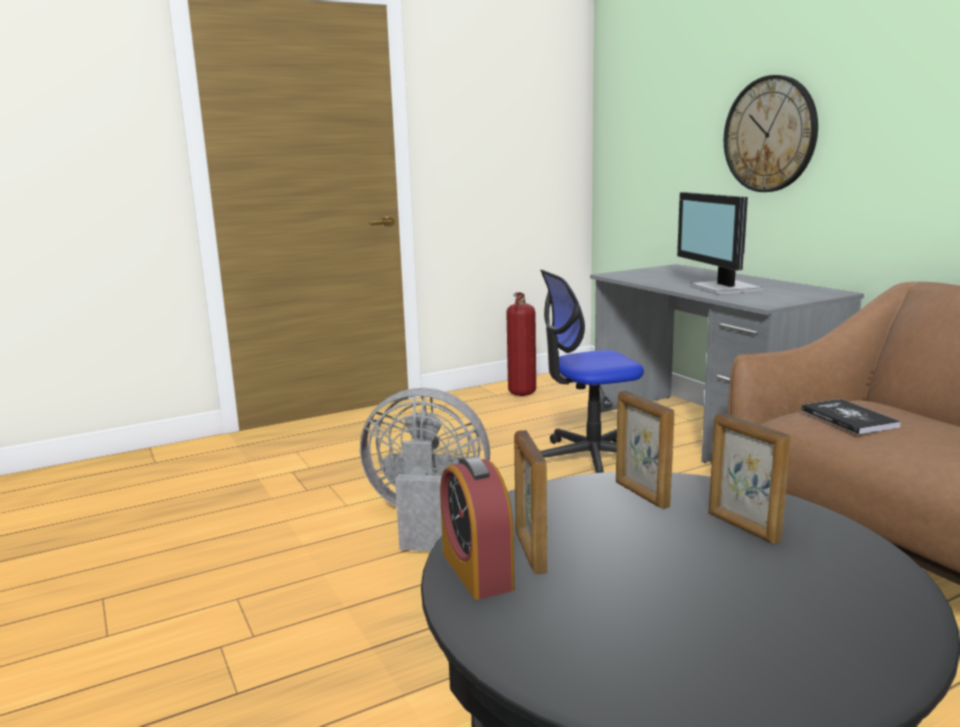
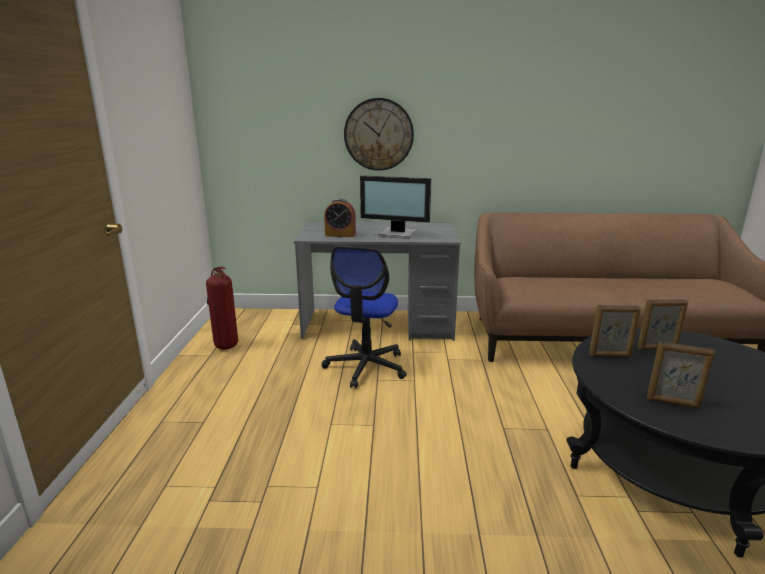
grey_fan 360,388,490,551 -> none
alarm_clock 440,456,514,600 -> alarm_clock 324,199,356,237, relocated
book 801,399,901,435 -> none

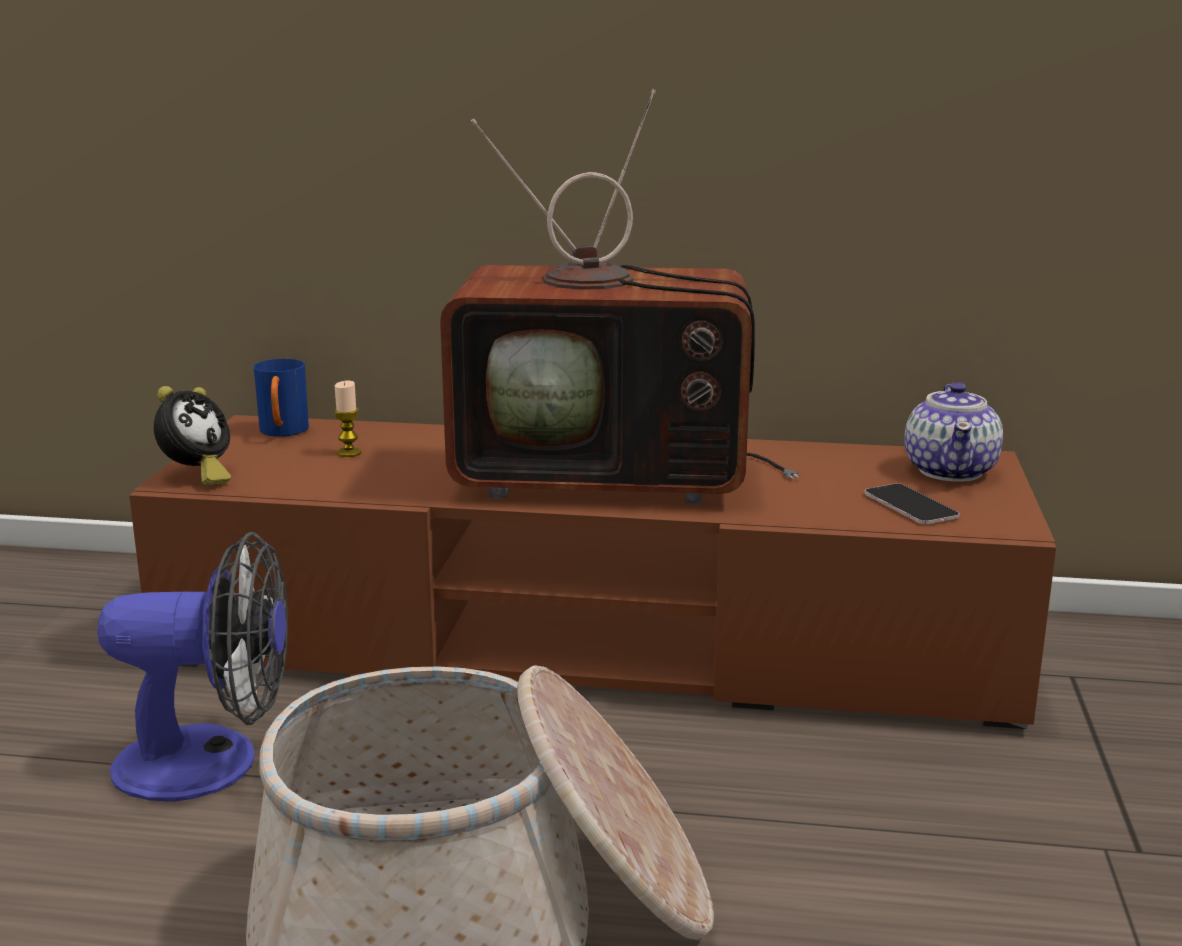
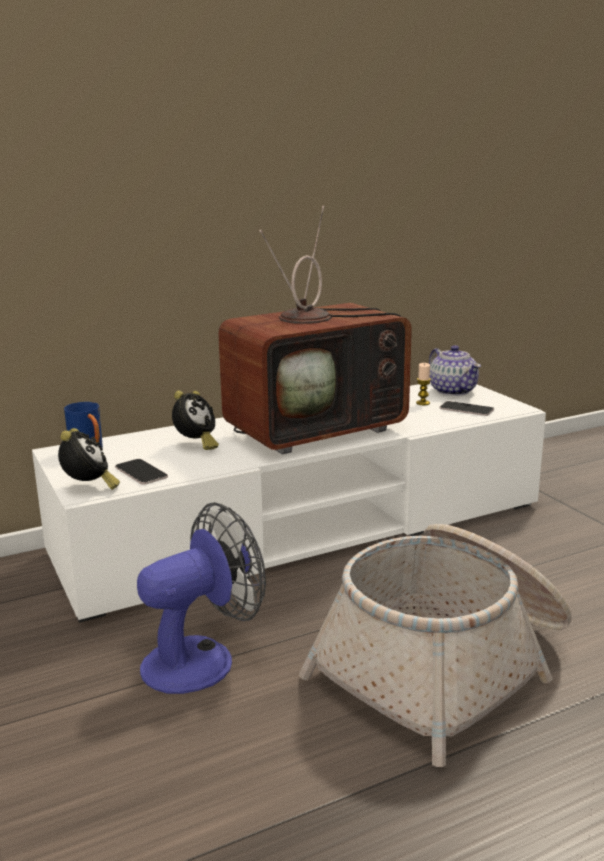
brown_tv_stand 129,415,1056,729 -> white_tv_stand 32,382,546,623
candle 334,381,361,457 -> candle 416,363,431,405, relocated
none -> phone 115,459,168,485
none -> alarm_clock 172,391,219,450

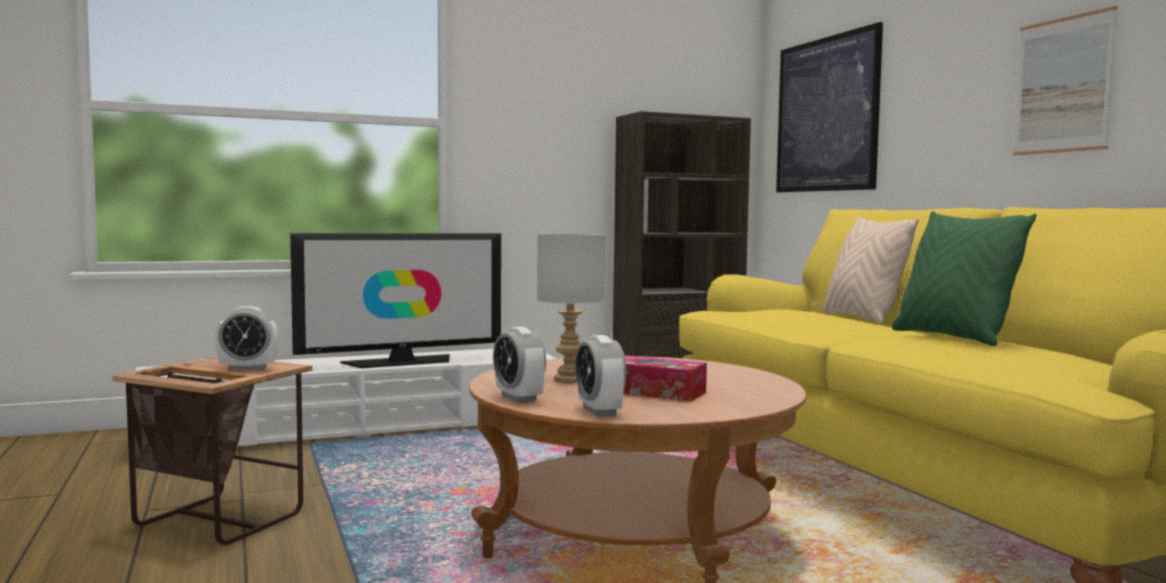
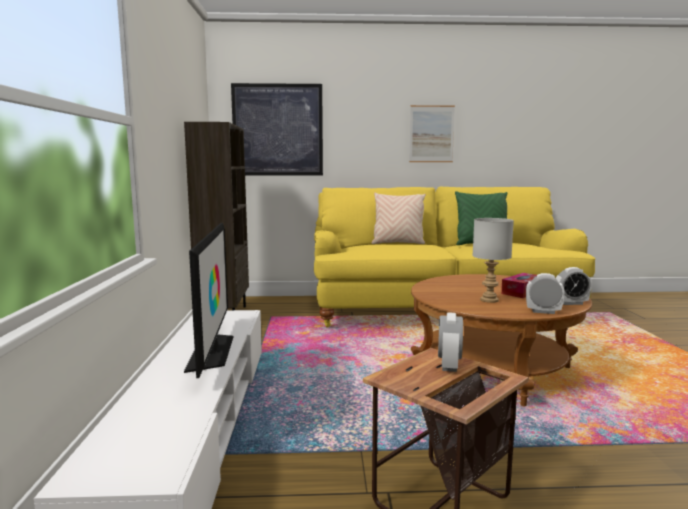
alarm_clock 493,327,546,403 -> alarm_clock 526,273,565,314, 150 degrees counterclockwise

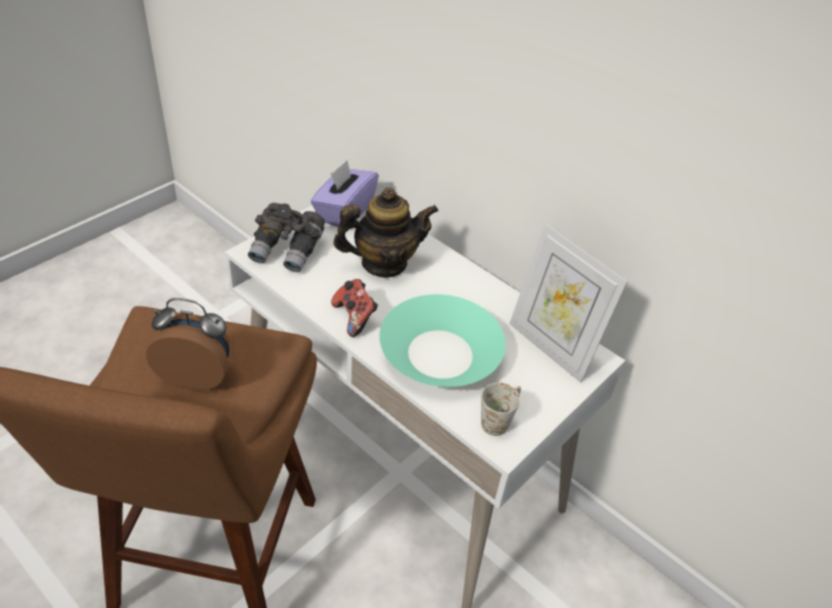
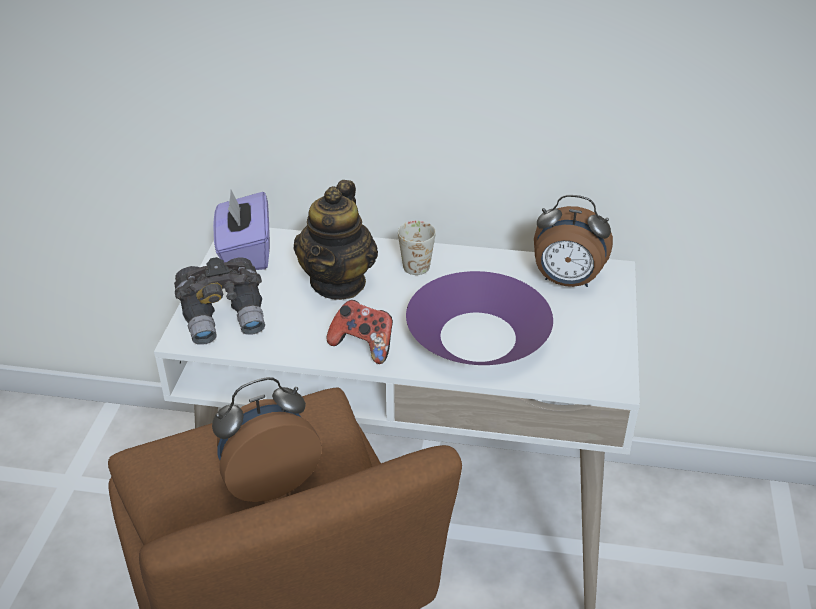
teapot 333,188,438,278 -> teapot 293,180,378,300, 150 degrees clockwise
turquoise_bowl 379,294,506,387 -> purple_bowl 406,271,553,365
white_mug 481,383,521,436 -> white_mug 398,221,436,275, relocated
picture_frame 509,224,627,383 -> alarm_clock 534,195,613,287

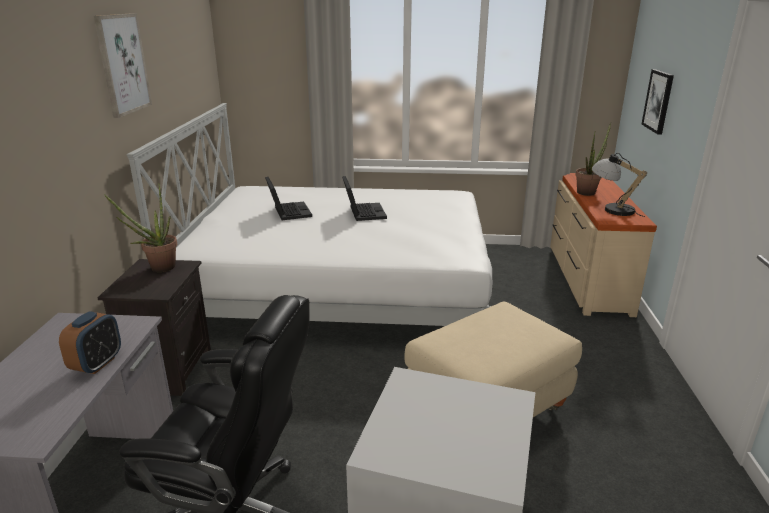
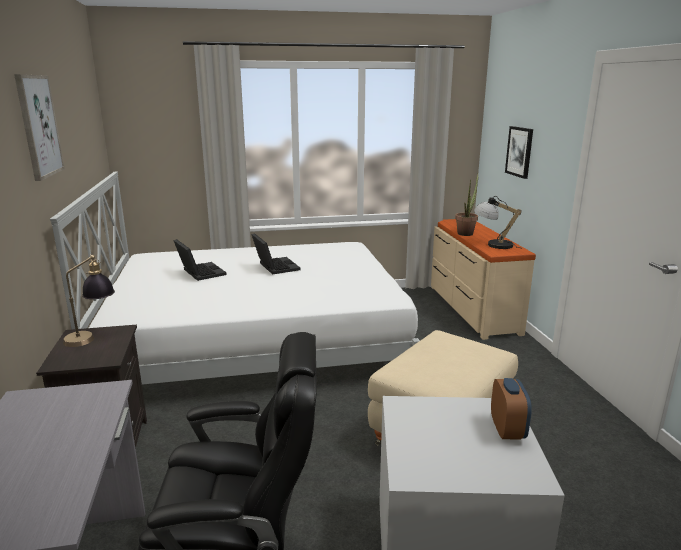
alarm_clock 59,311,121,374 -> alarm_clock 491,378,532,439, relocated
potted_plant 104,183,177,272 -> table_lamp 63,255,115,347

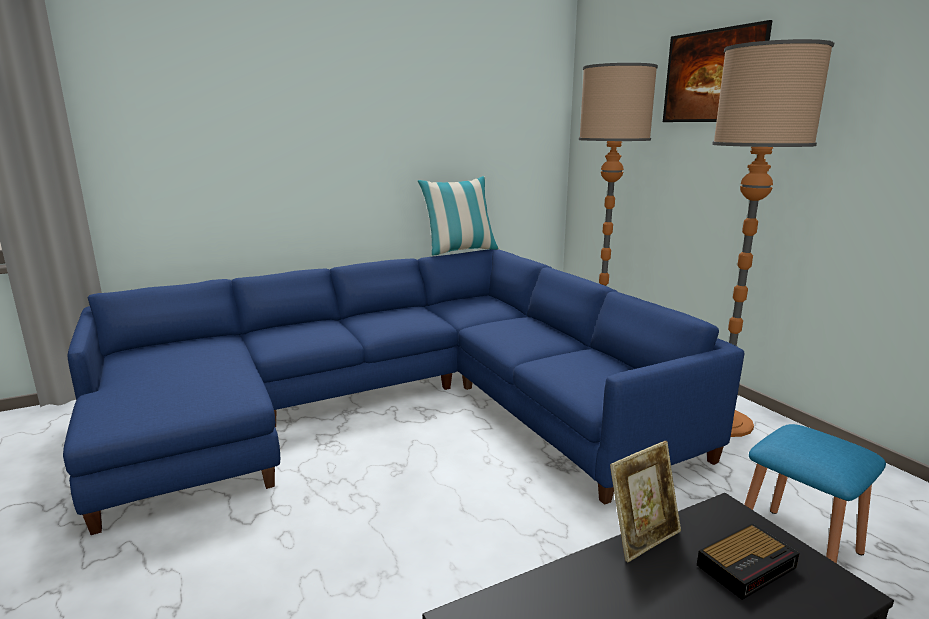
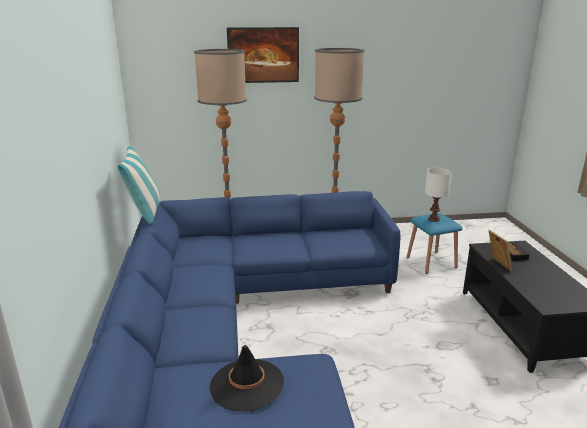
none -> black_hat 209,345,284,411
none -> white_table_lamp 425,168,452,222

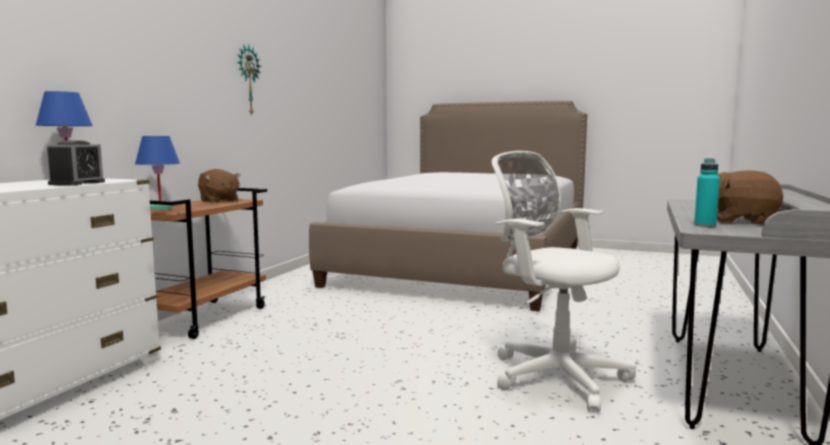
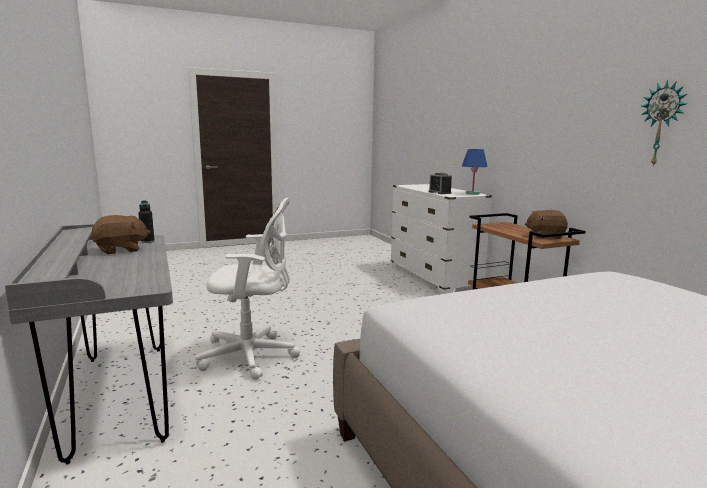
blue_table_lamp 135,136,180,210 -> none
turquoise_bottle 694,158,720,227 -> black_bottle 138,200,155,243

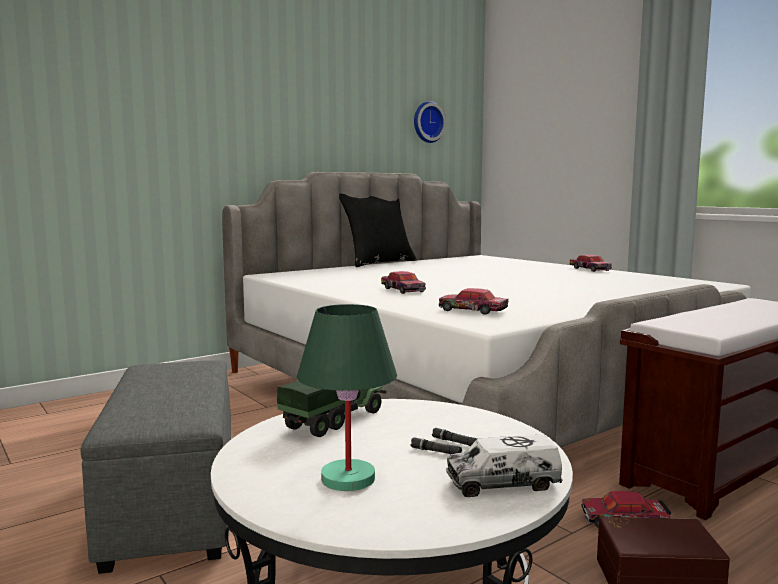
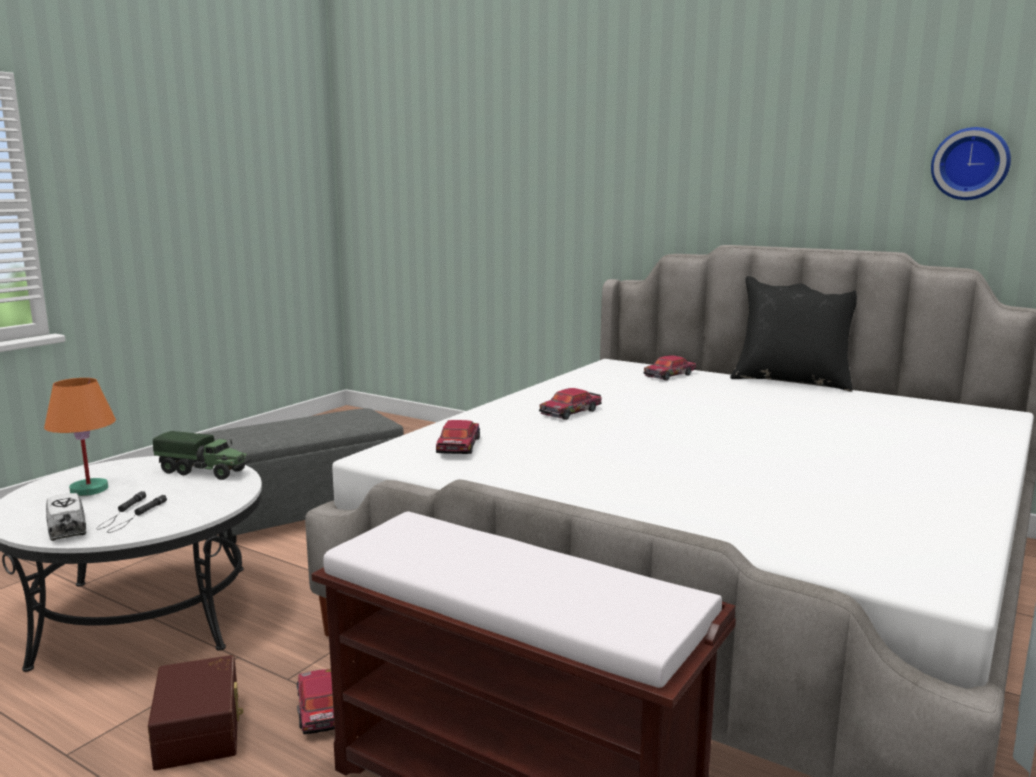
green_table_lamp 297,304,397,491 -> orange_table_lamp 44,378,116,496
toy_car 570,255,612,272 -> toy_car 643,355,696,381, relocated

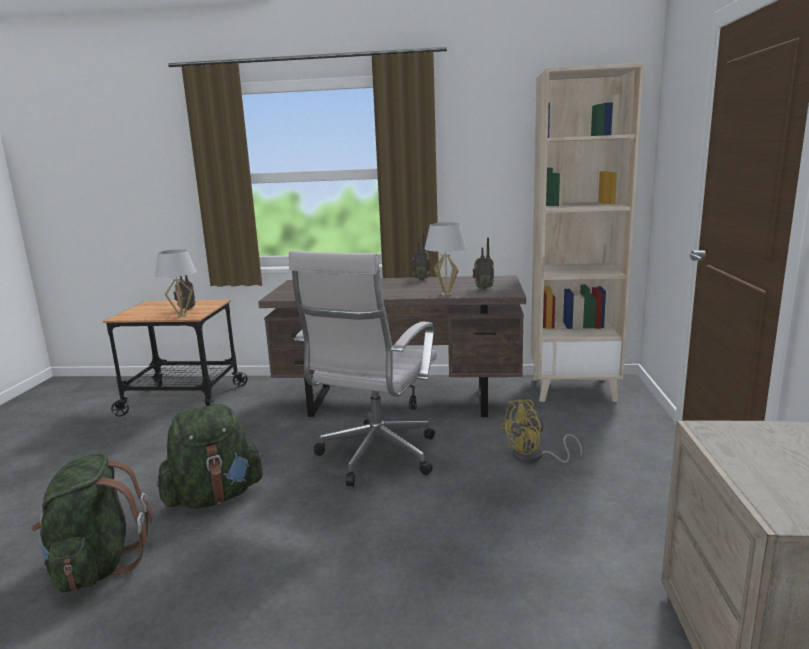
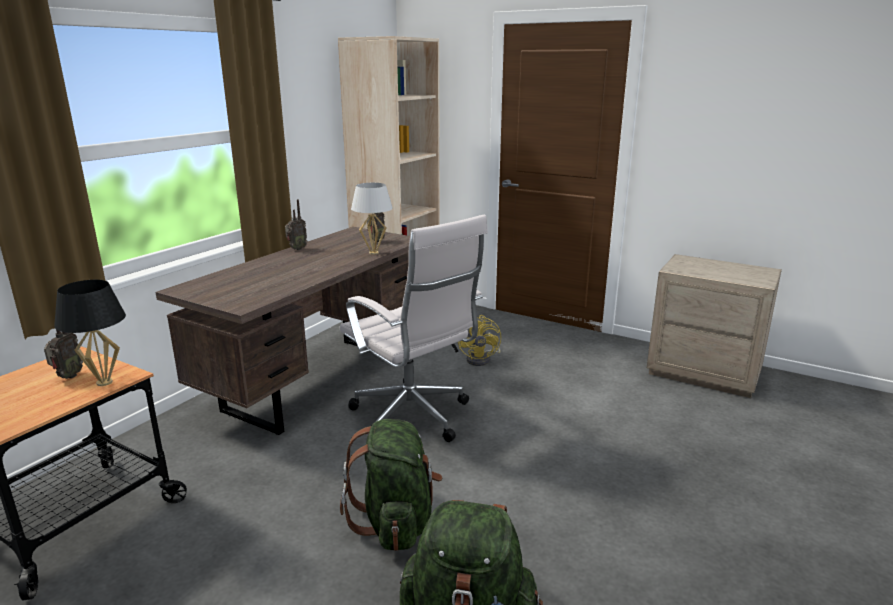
white_table_lamp 155,249,197,317 -> black_table_lamp 54,280,126,386

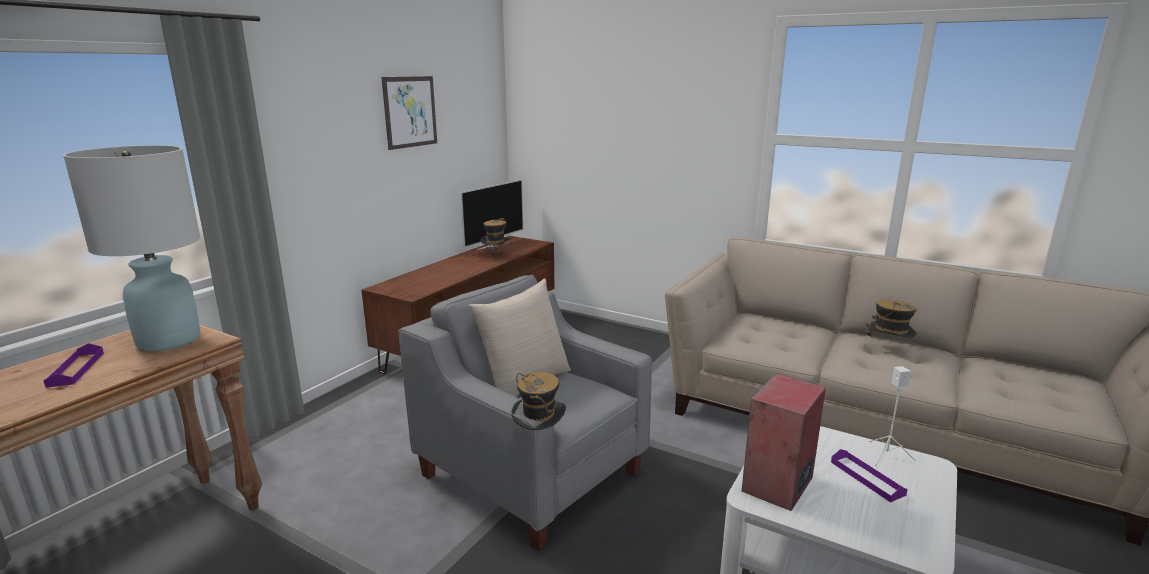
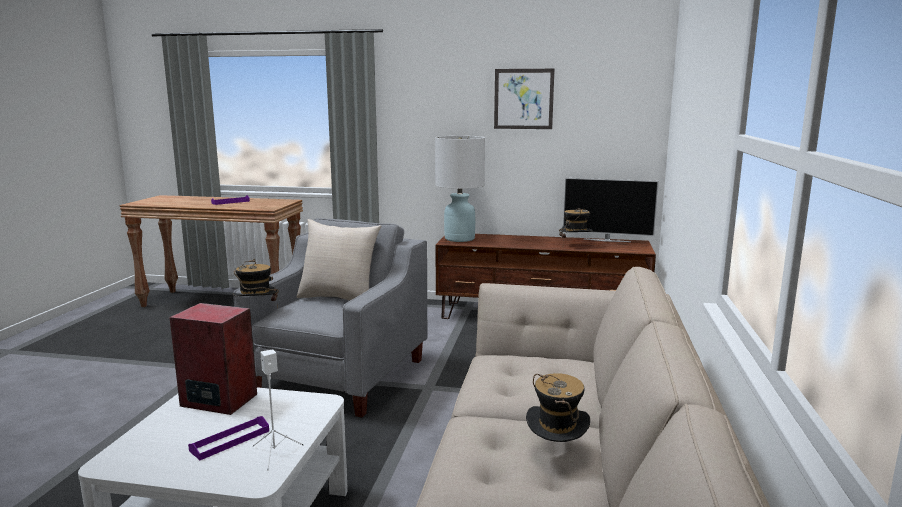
white_table_lamp 63,145,200,351 -> white_table_lamp 435,136,485,242, relocated

